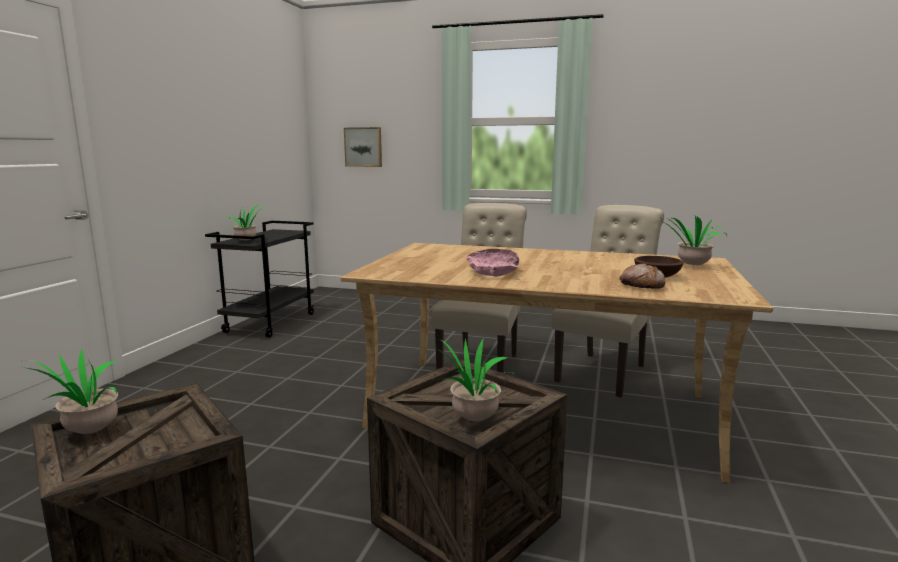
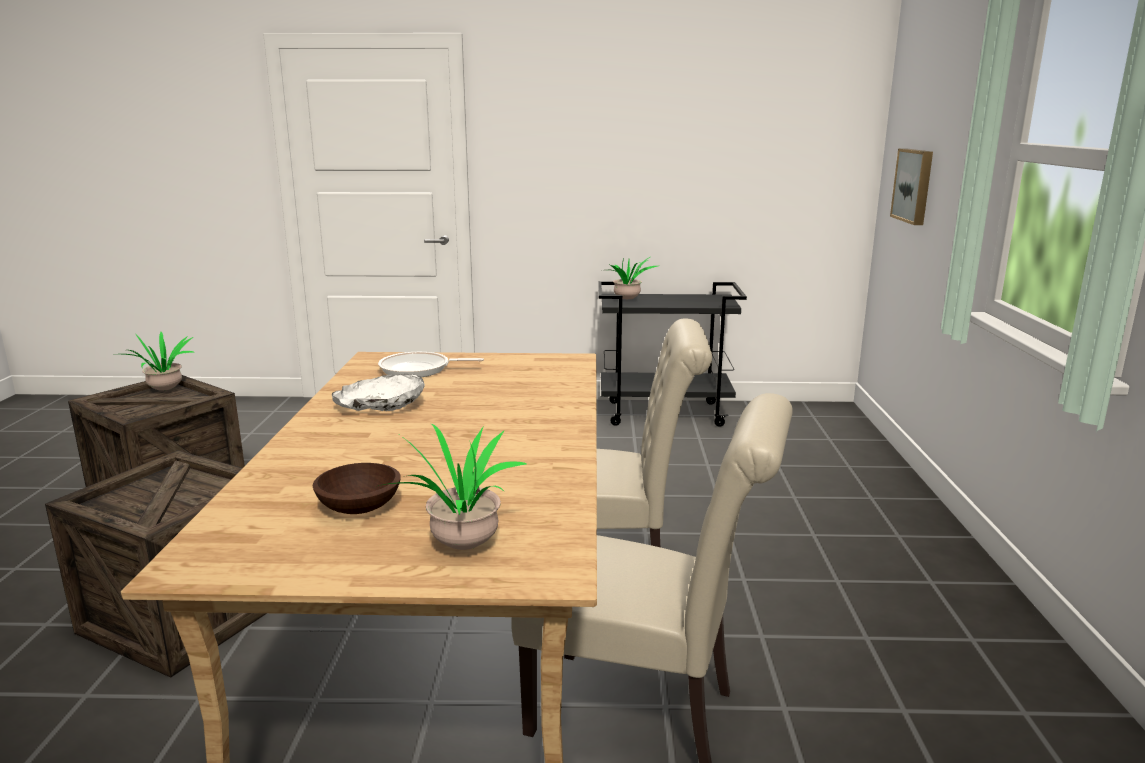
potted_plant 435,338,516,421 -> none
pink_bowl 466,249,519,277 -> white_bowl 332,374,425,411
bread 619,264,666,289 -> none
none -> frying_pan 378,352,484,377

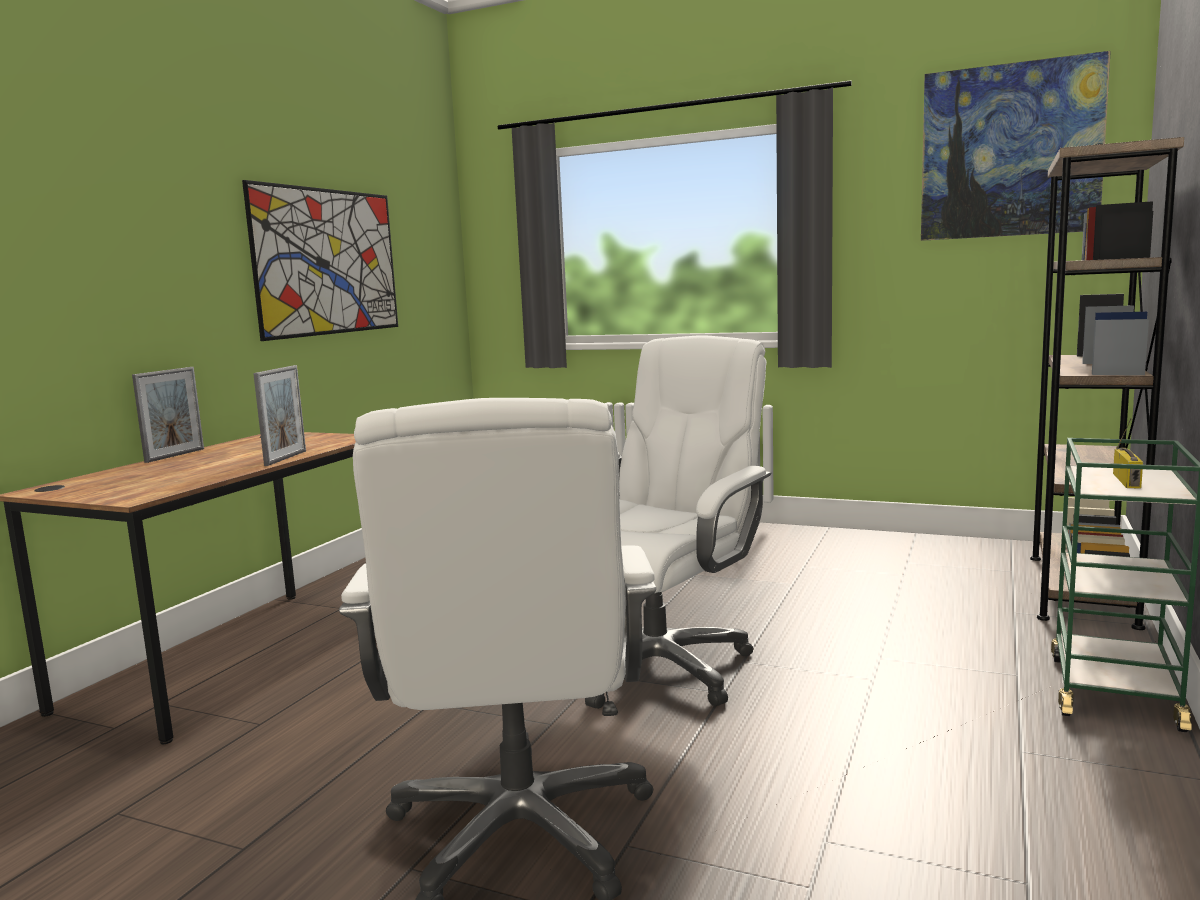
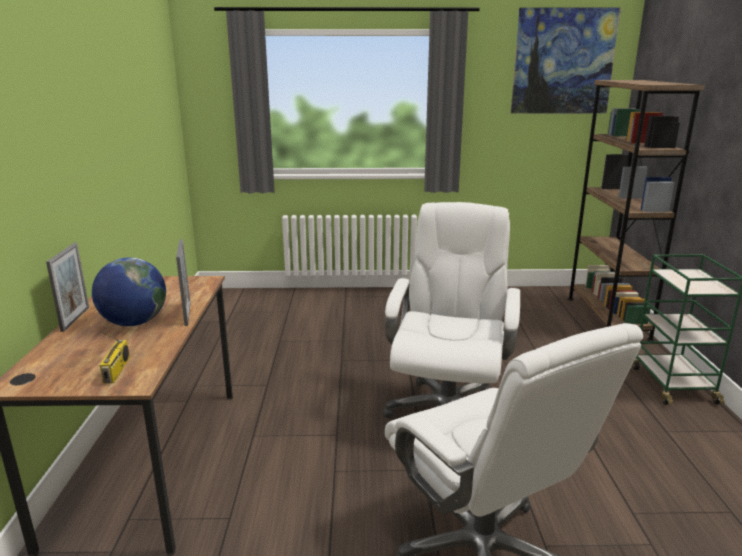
picture 242,180,398,341 -> none
radio 1113,418,1143,489 -> radio 98,330,130,384, relocated
none -> globe 92,257,166,326

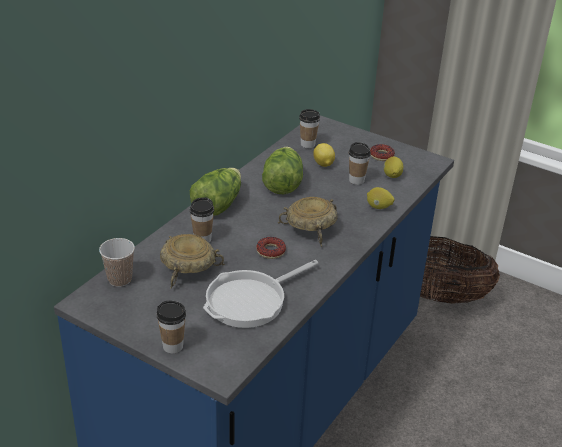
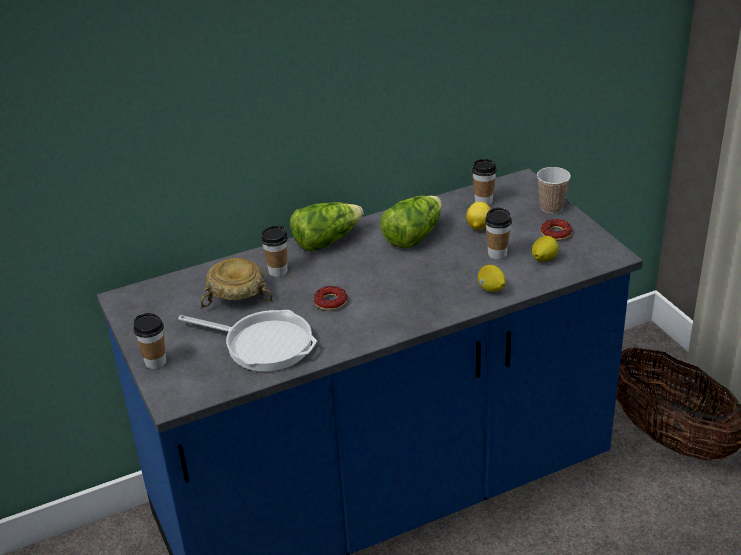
cup 99,238,135,287 -> cup 537,167,571,214, relocated
frying_pan 203,260,318,328 -> frying_pan 178,310,317,372, 150 degrees counterclockwise
beige_bowl 278,197,338,247 -> none

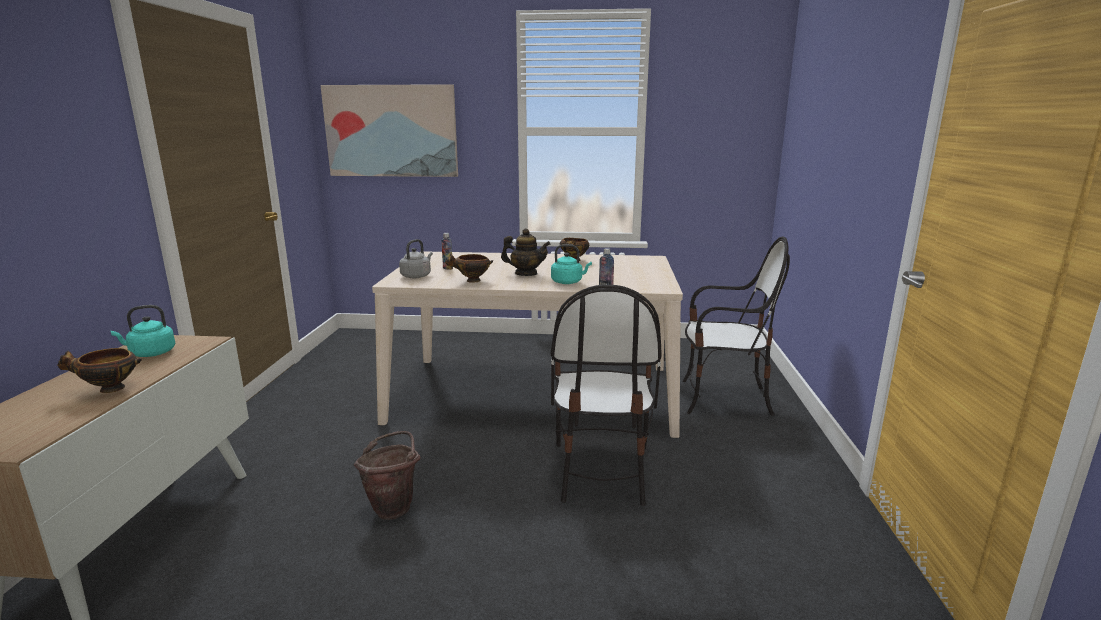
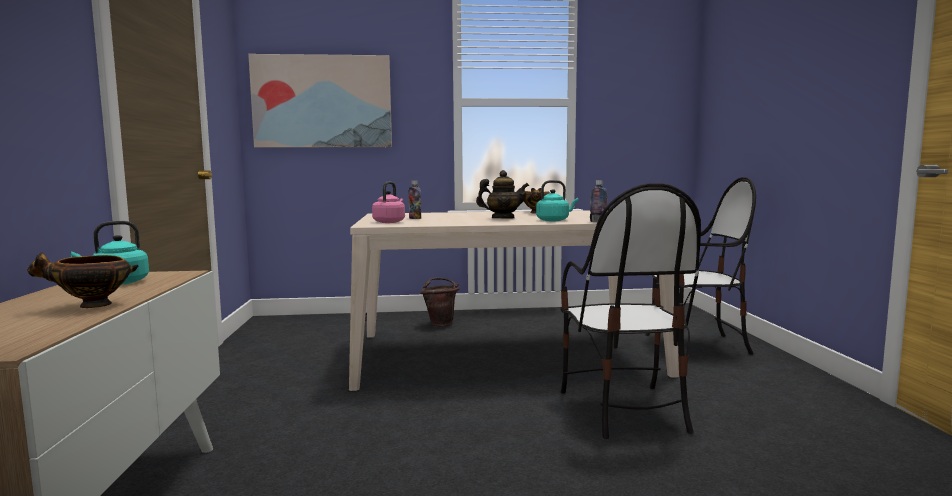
brown_bucket 354,431,421,520 -> brown_bucket 420,278,459,327, relocated
grey_kettle 399,239,433,278 -> pink_kettle 372,181,405,223
bowl 446,253,493,283 -> none

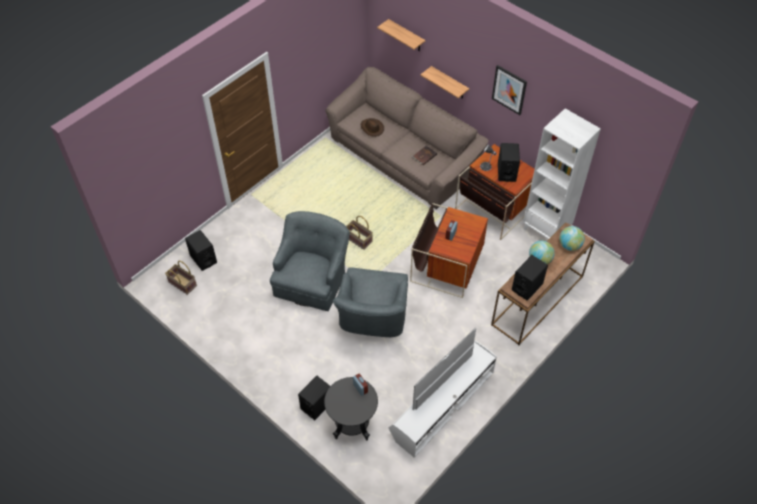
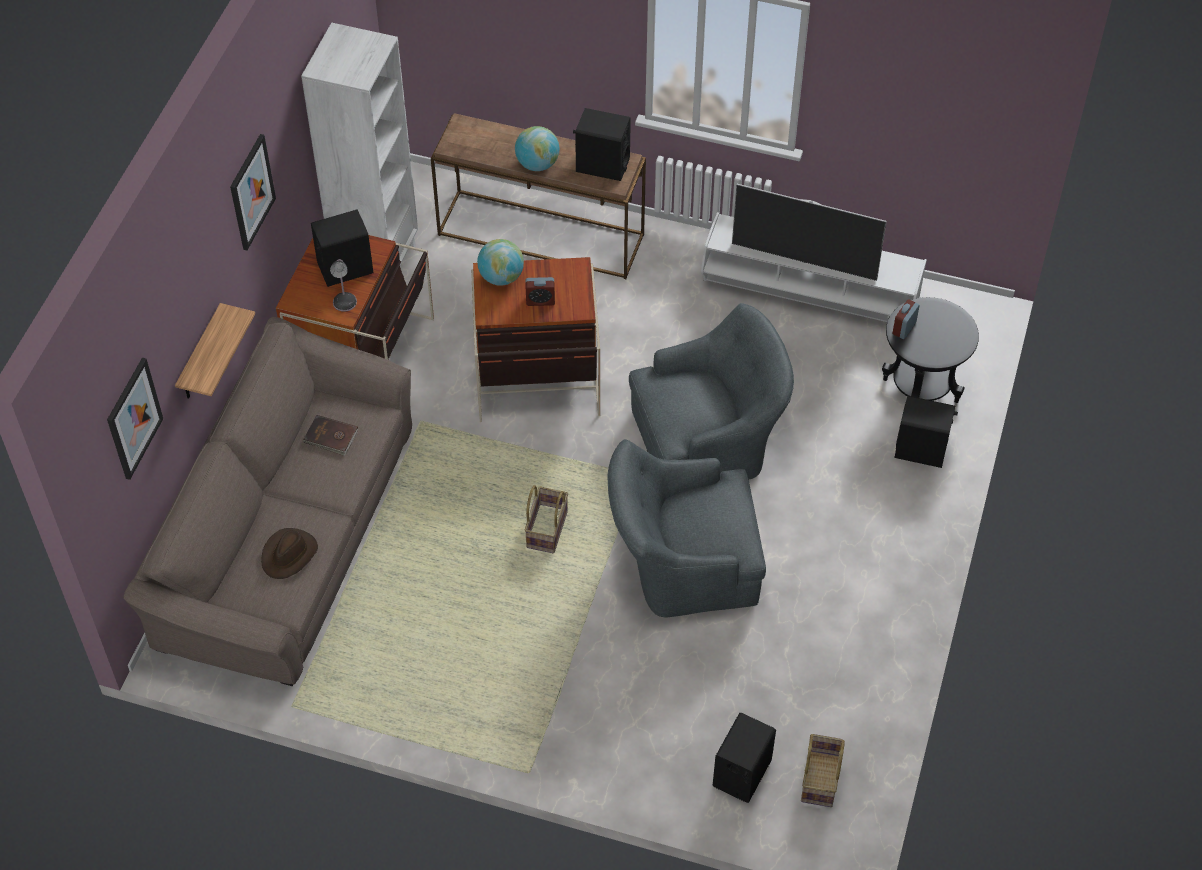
shelf 377,19,425,51 -> picture 107,358,163,480
globe 560,226,585,251 -> globe 477,239,524,286, relocated

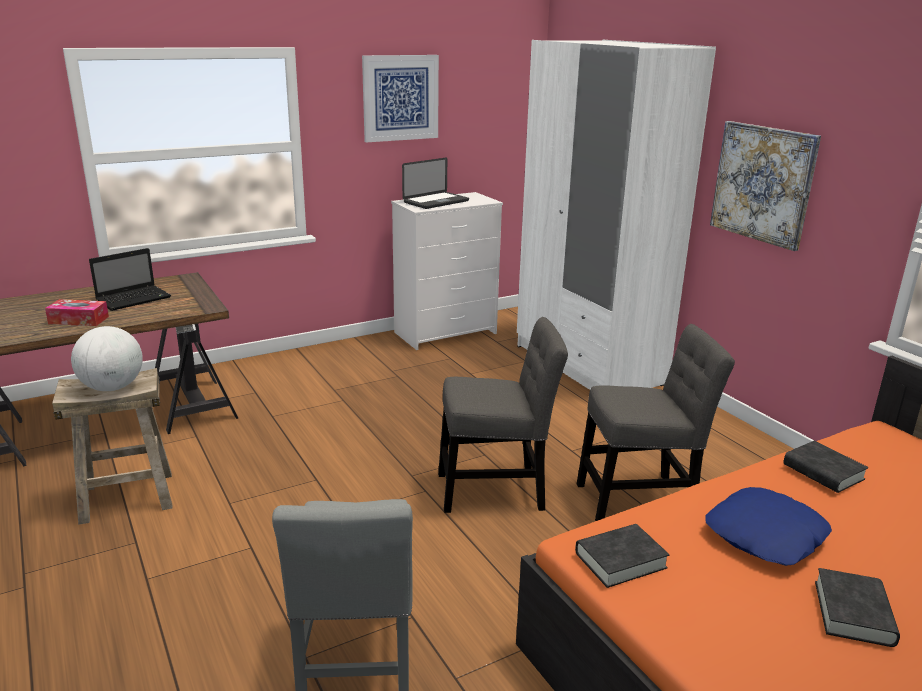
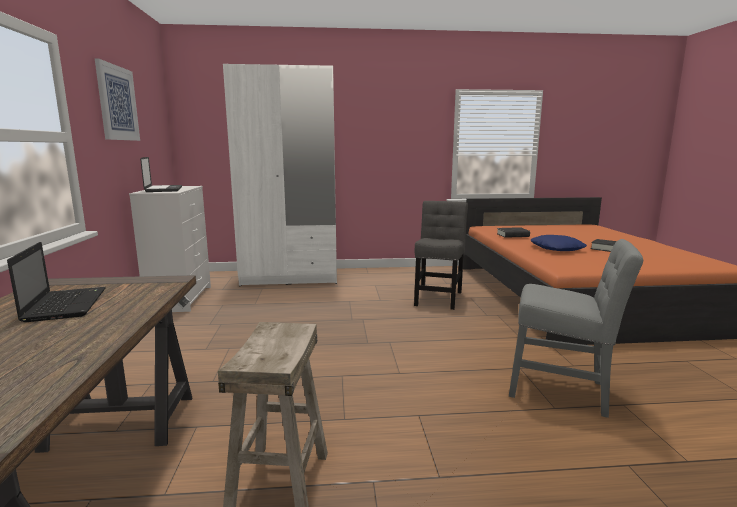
tissue_box 45,299,109,326 -> none
globe 71,326,143,391 -> none
grey_chair 438,317,568,513 -> none
black_book 575,524,669,588 -> none
picture 710,121,821,251 -> none

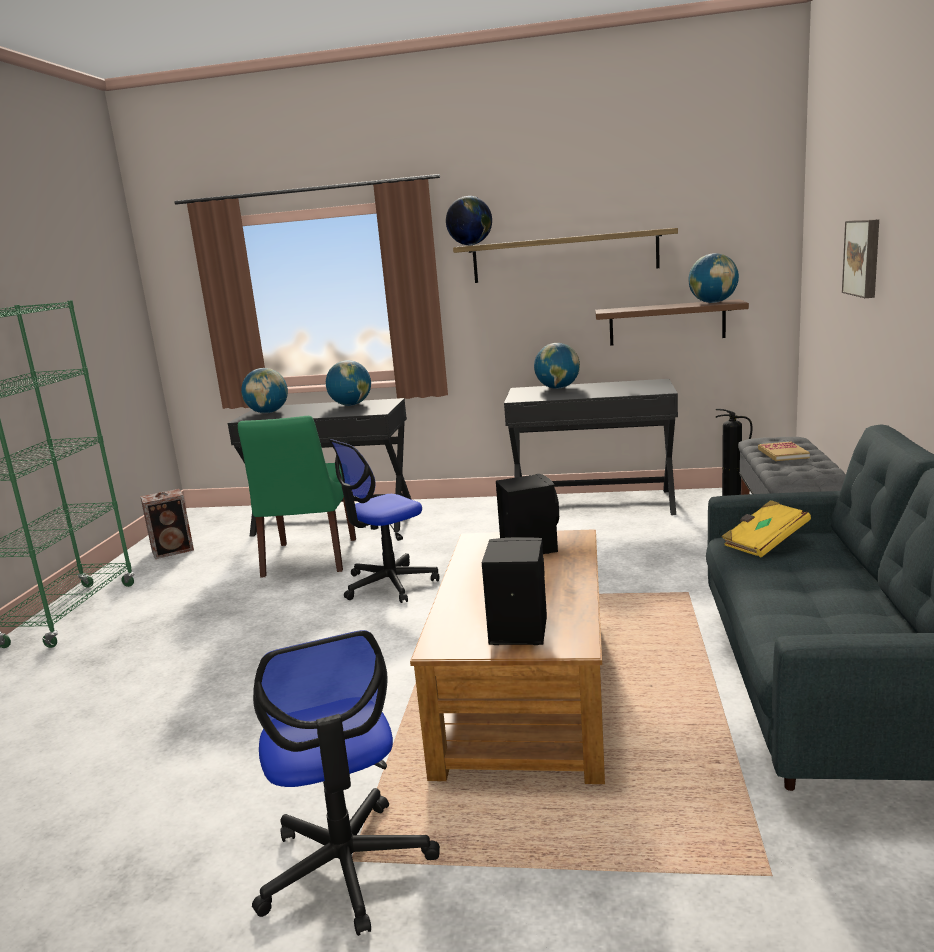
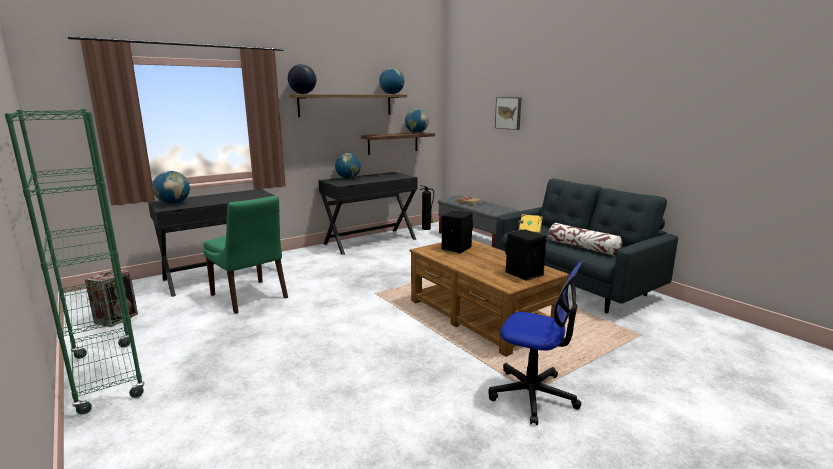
globe 326,360,371,406 -> globe 379,68,404,94, relocated
office_chair 329,439,440,603 -> none
none -> pillow 549,223,622,256

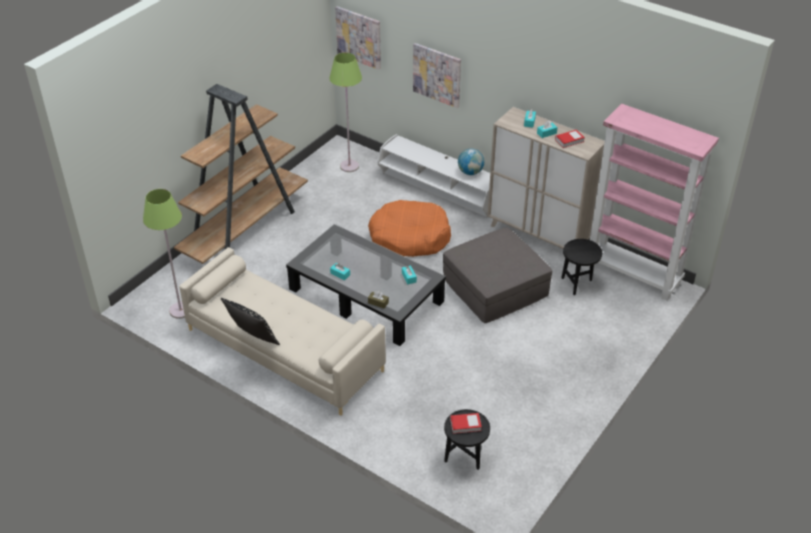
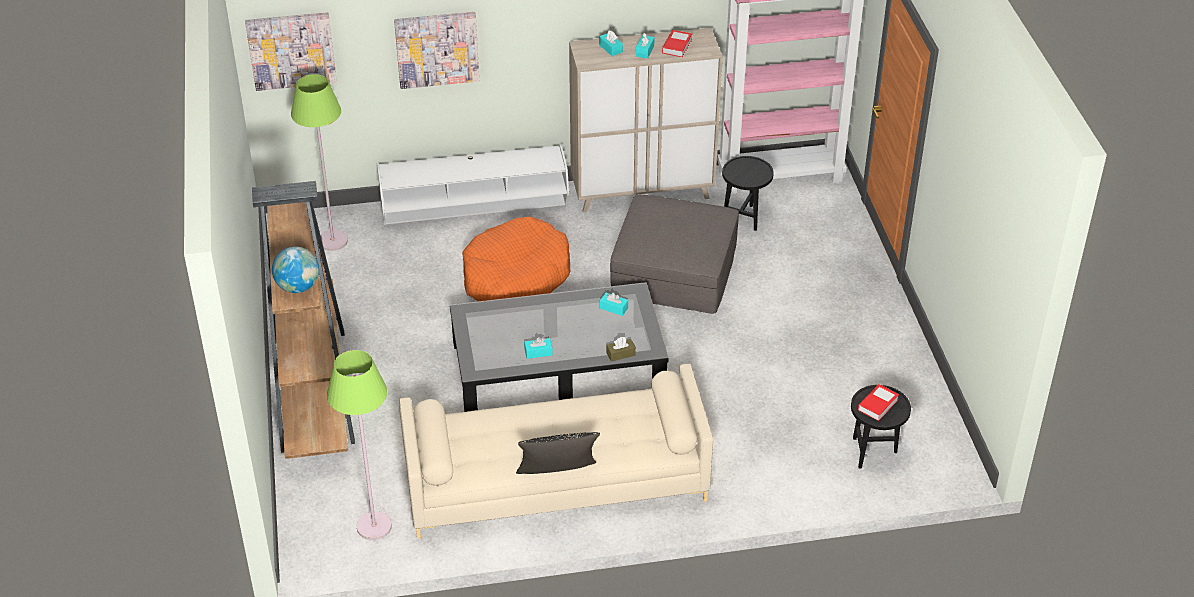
globe 458,149,484,175 -> globe 272,246,319,293, relocated

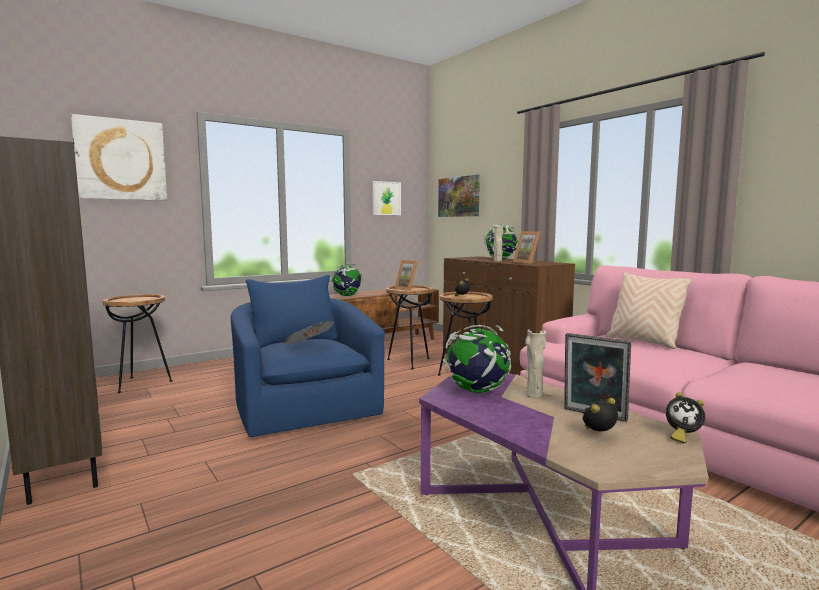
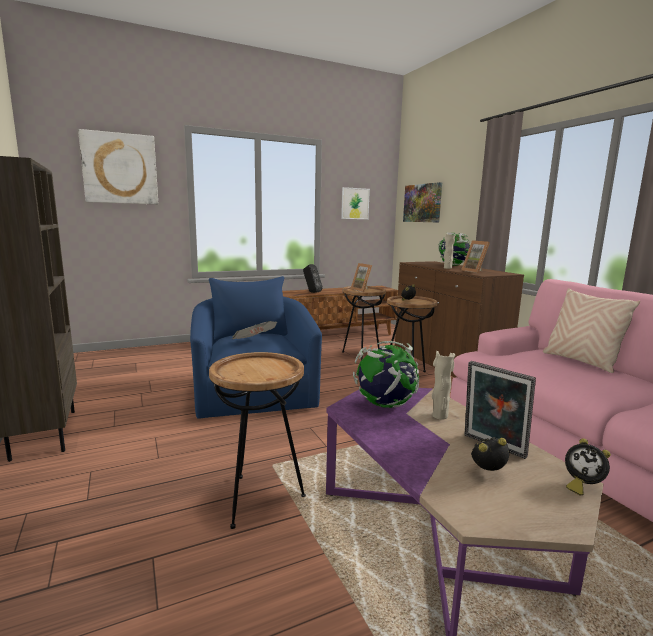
brown_side_table 102,294,172,393 -> brown_side_table 209,352,306,529, relocated
globe 332,264,363,296 -> black_speaker 303,264,323,293

